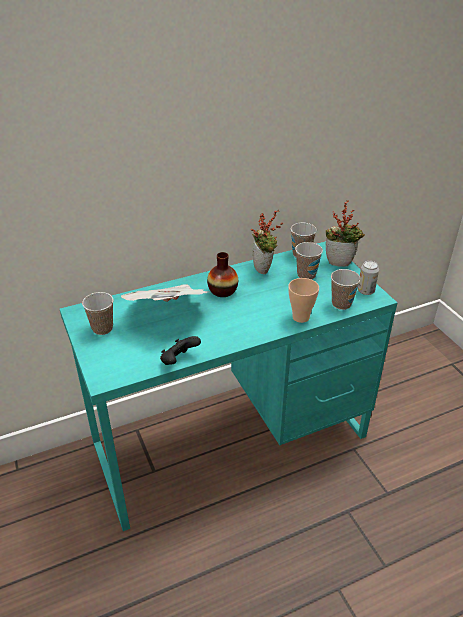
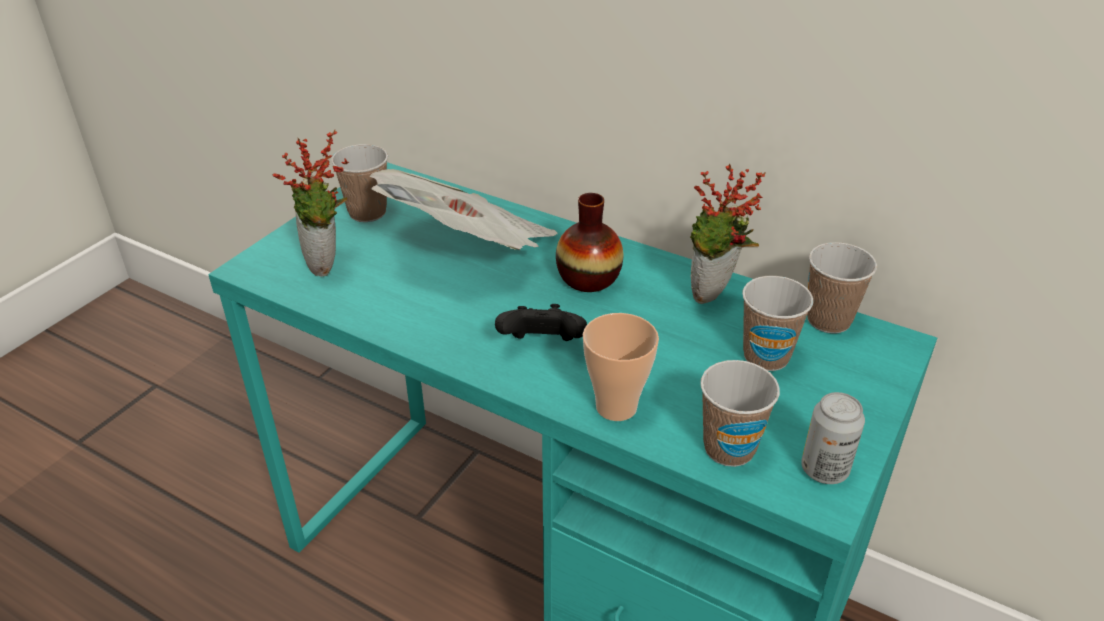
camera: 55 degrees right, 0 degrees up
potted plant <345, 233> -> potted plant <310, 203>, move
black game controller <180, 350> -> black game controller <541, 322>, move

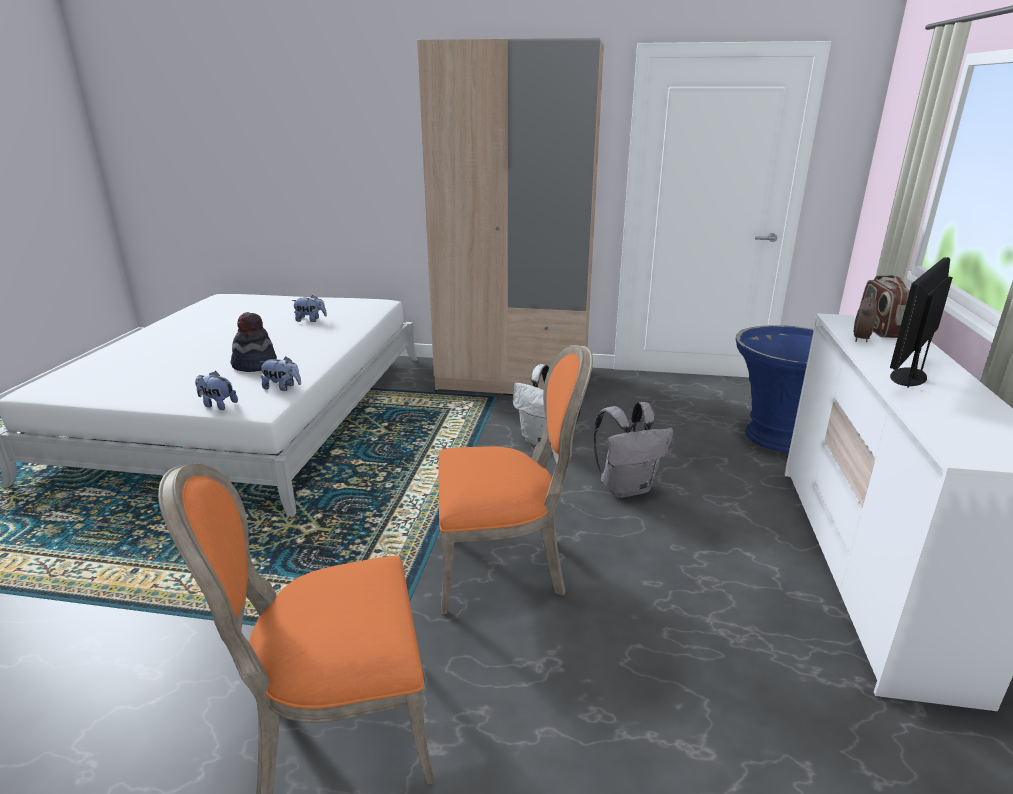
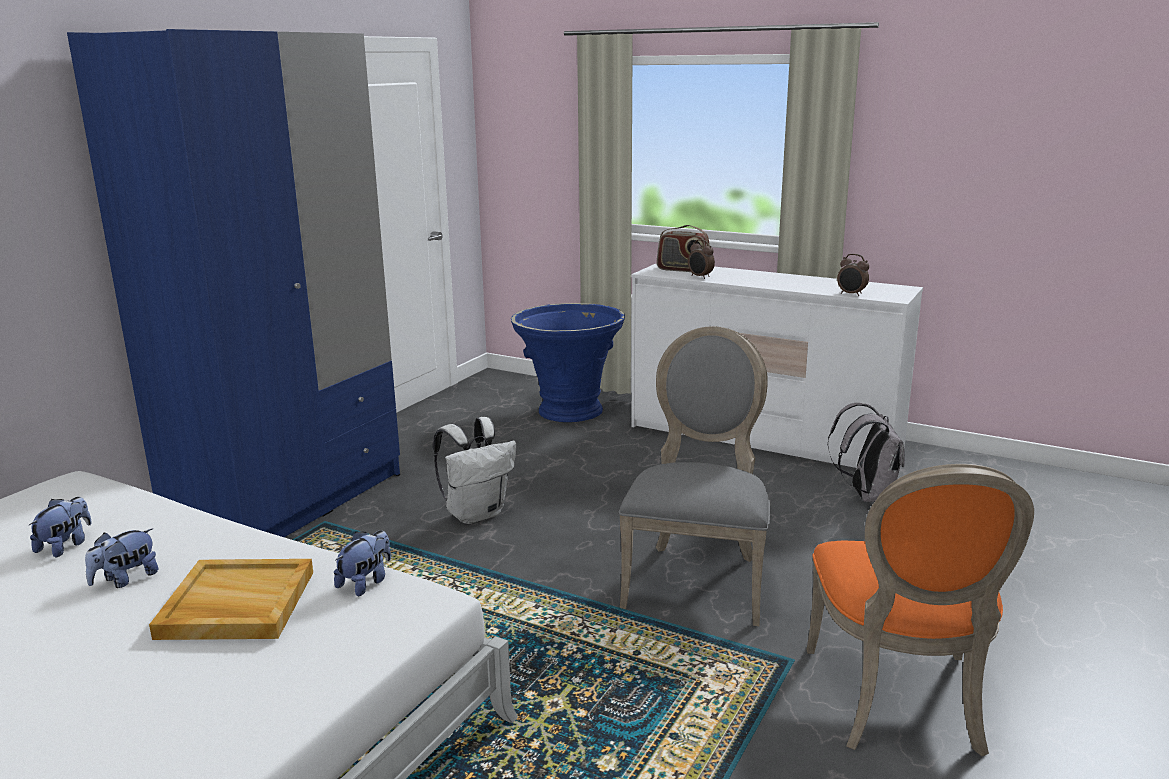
camera: 70 degrees left, 5 degrees down
beige wardrobe <510, 216> -> blue wardrobe <233, 283>
monitor <921, 322> -> none
hat <254, 342> -> beige tray <231, 599>
orange chair <515, 479> -> grey chair <694, 476>
plush toy <216, 390> -> plush toy <121, 558>, move
grey backpack <633, 450> -> grey backpack <866, 452>, move
none -> alarm clock <853, 275>

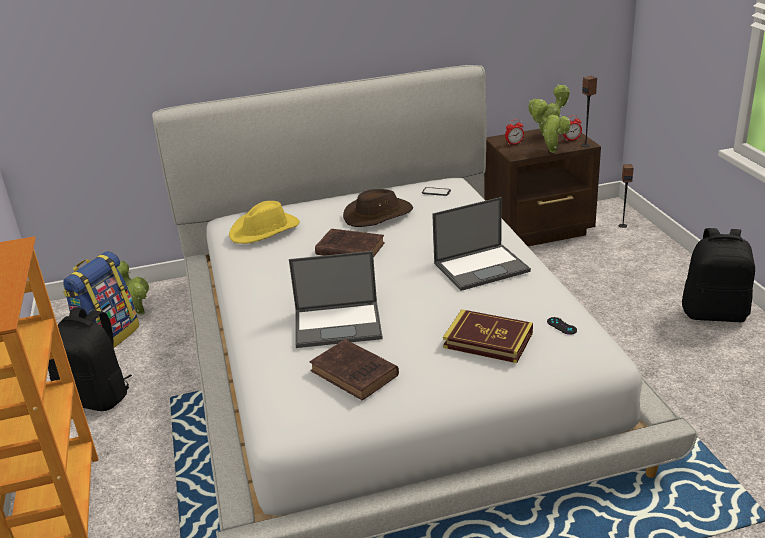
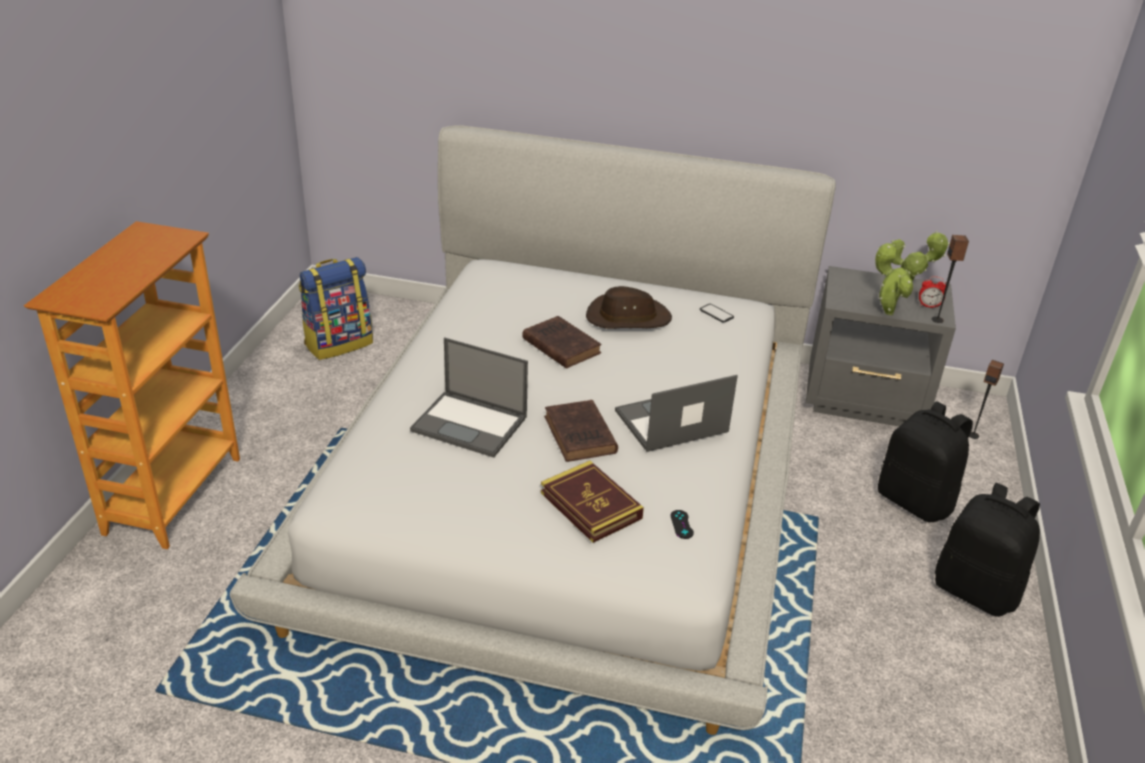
camera: 25 degrees right, 5 degrees up
alarm clock <514, 132> -> none
brown nightstand <542, 187> -> grey nightstand <881, 346>
laptop <481, 244> -> laptop <676, 413>, 150 degrees clockwise
yellow hat <264, 222> -> none
potted plant <133, 288> -> none
black backpack <90, 359> -> black backpack <925, 461>, move
brown book <354, 369> -> brown book <581, 431>, move

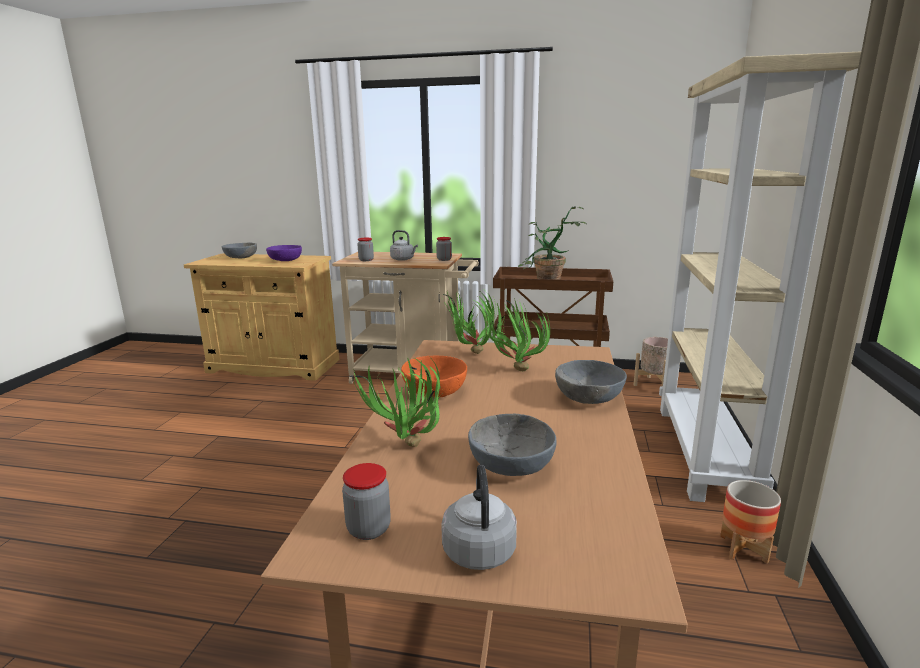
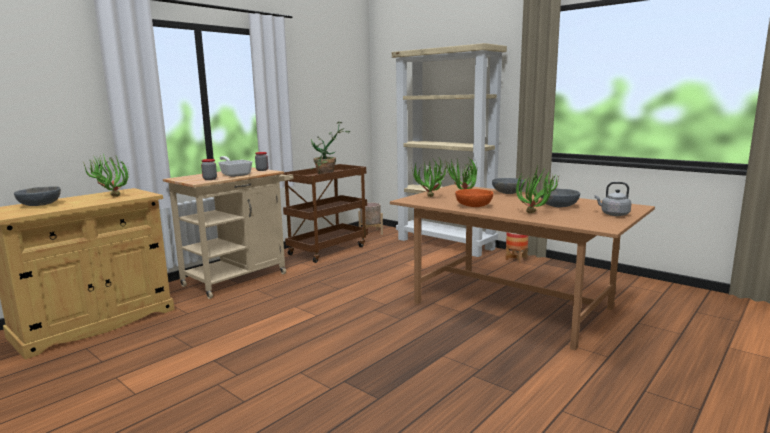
camera: 60 degrees left, 5 degrees down
grey kettle <404, 245> -> frying pan <235, 166>
purple bowl <284, 253> -> potted plant <106, 175>
jar <366, 501> -> none

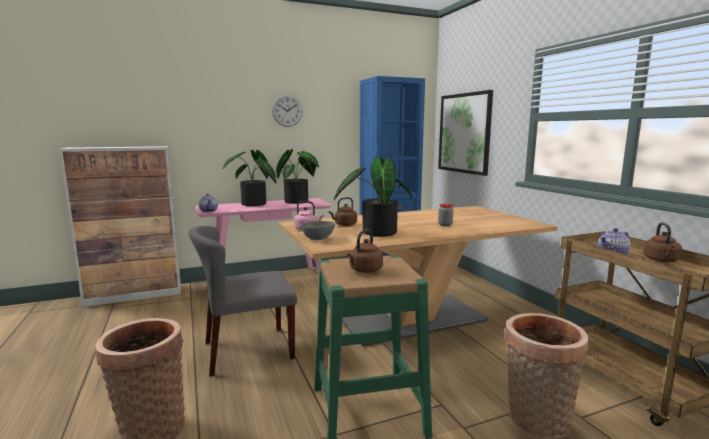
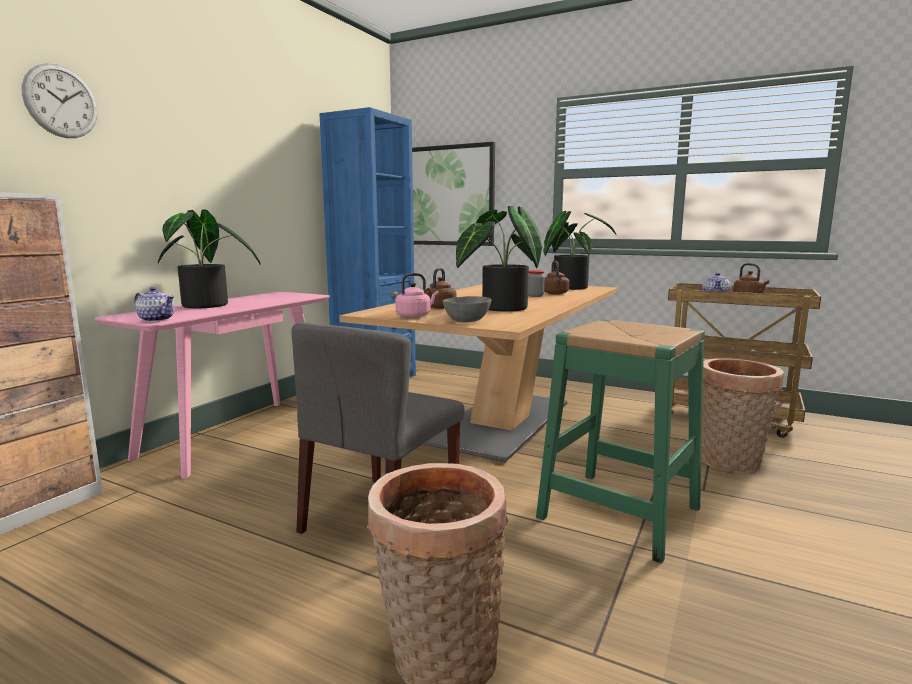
camera: 40 degrees left, 0 degrees up
wall clock <287, 111> -> wall clock <60, 100>, move
potted plant <297, 176> -> potted plant <580, 250>, move
brown kettle <365, 251> -> brown kettle <556, 278>, move

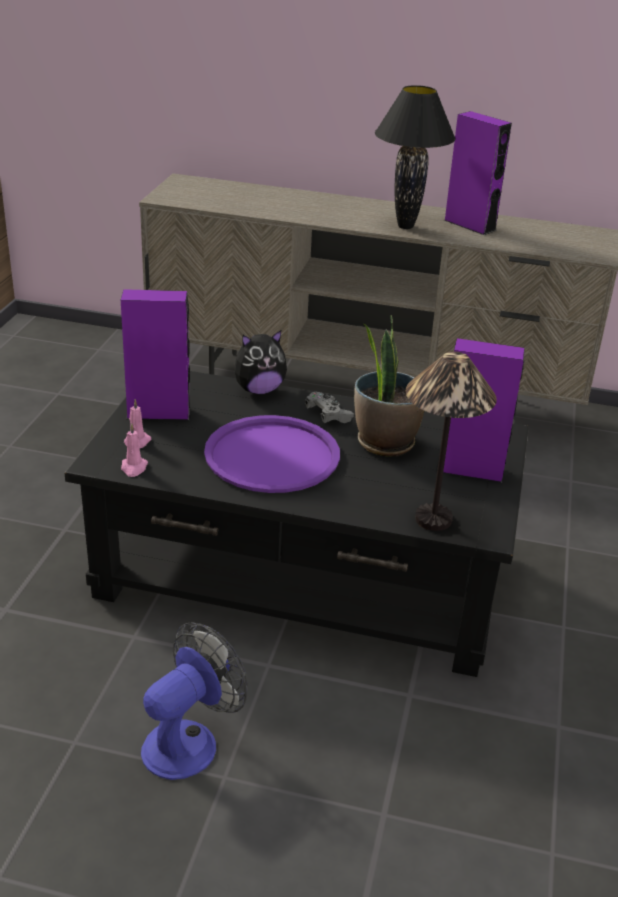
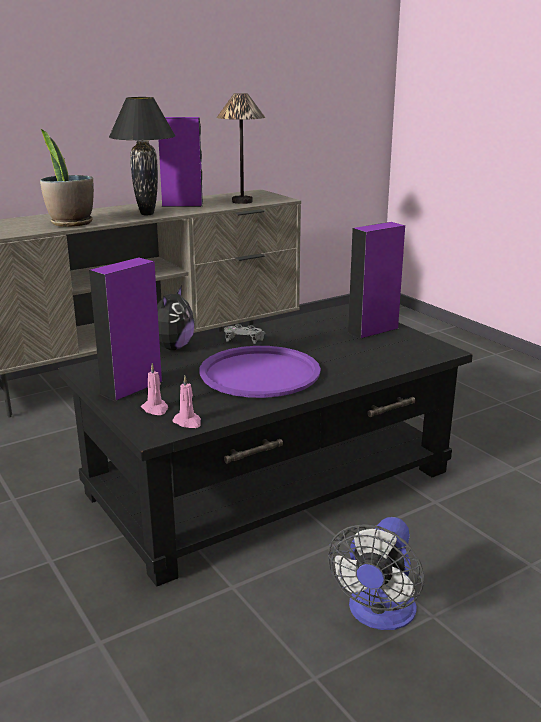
camera: 45 degrees left, 10 degrees down
potted plant <389, 386> -> potted plant <67, 178>, move
table lamp <451, 441> -> table lamp <241, 148>, move
fan <194, 701> -> fan <376, 573>, 150 degrees counterclockwise

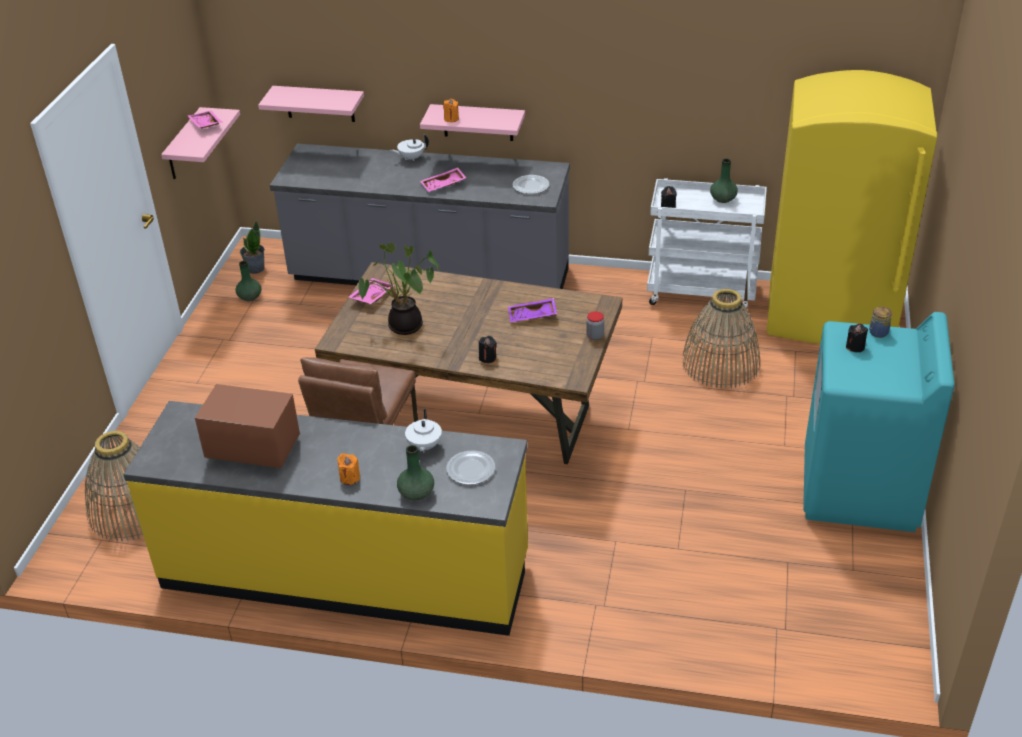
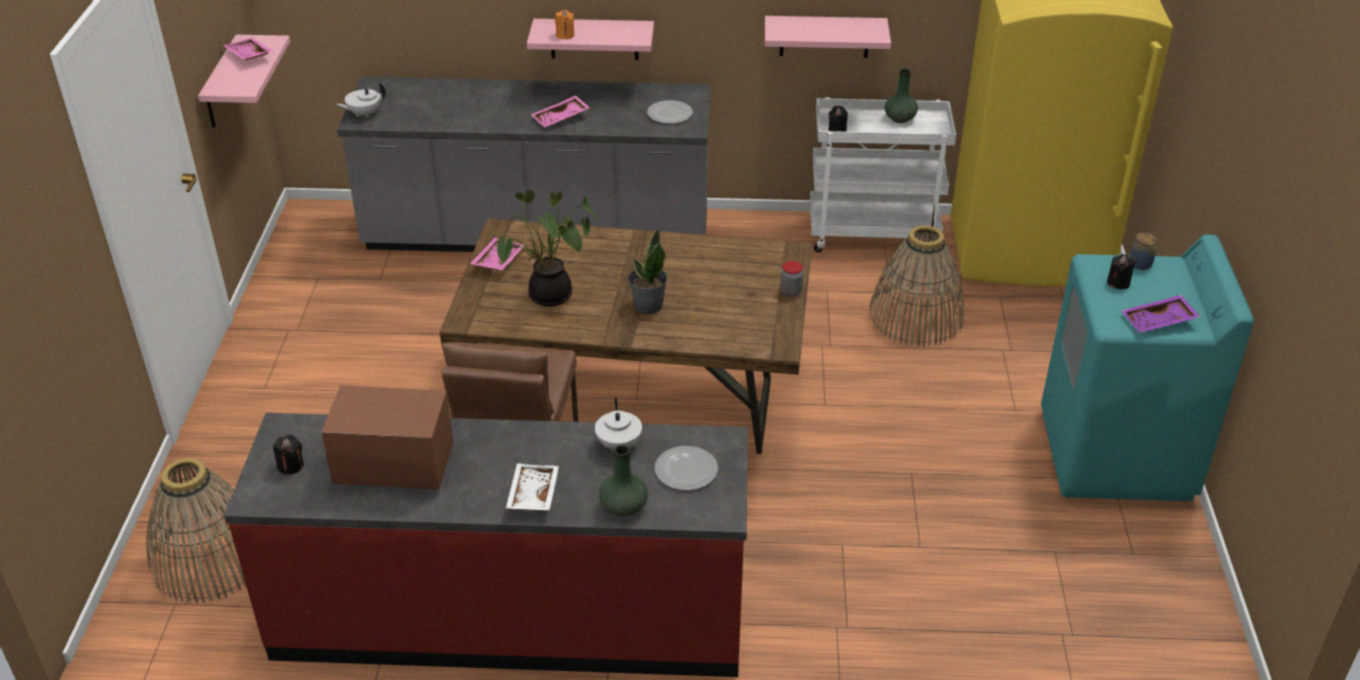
camera: 10 degrees left, 0 degrees up
pink shelf <311, 104> -> pink shelf <828, 37>, move
white teapot <410, 147> -> white teapot <361, 100>, move
potted plant <252, 247> -> potted plant <647, 271>, move
green vase <248, 281> -> none
purple tray <532, 310> -> purple tray <1160, 314>, move
black candle <488, 349> -> black candle <288, 454>, move
yellow counter <325, 518> -> red counter <486, 545>
orange candle <348, 469> -> white tray <532, 487>

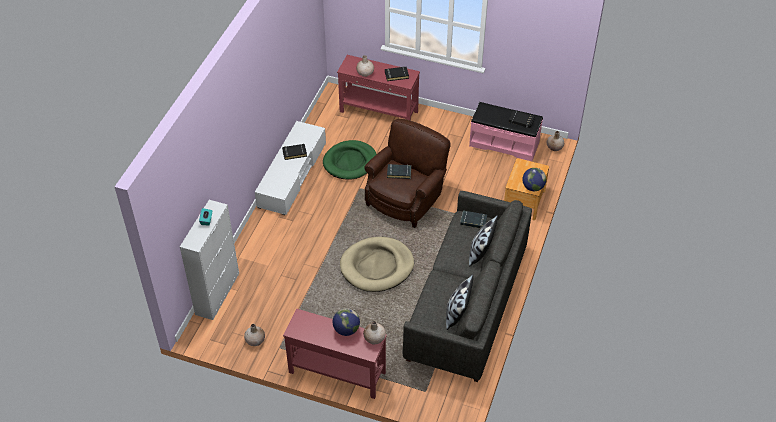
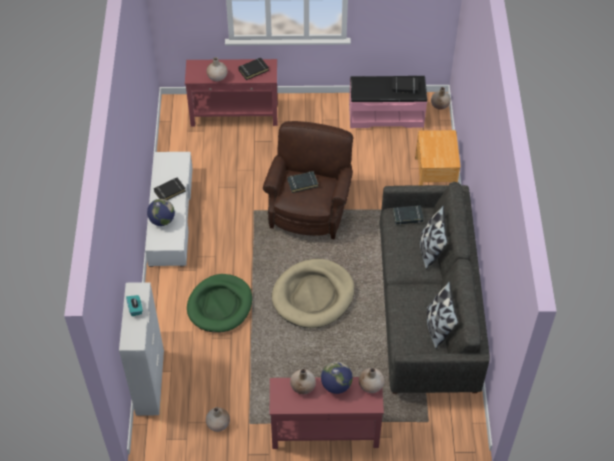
camera: 20 degrees left, 5 degrees up
green dog bed <349, 160> -> green dog bed <219, 303>, move
globe <534, 179> -> globe <161, 212>, move
none -> beige vase <303, 381>

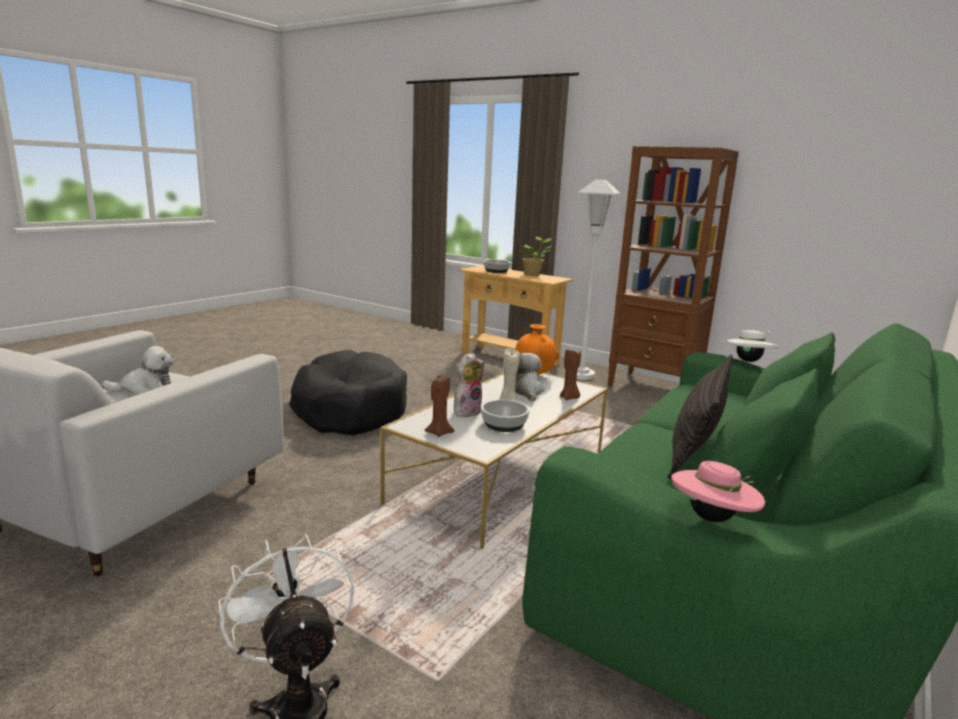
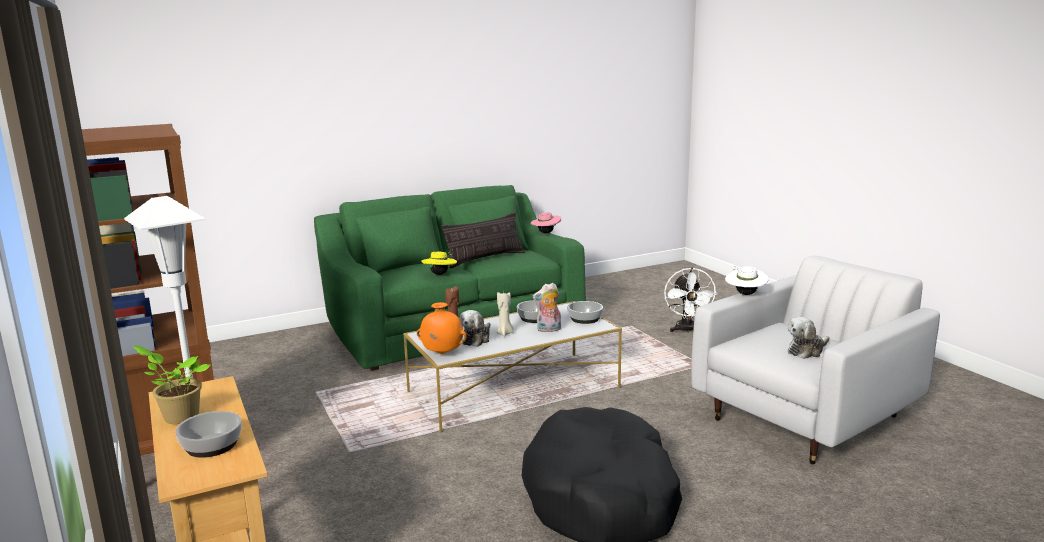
camera: 150 degrees left, 0 degrees up
white hat <752, 346> -> white hat <746, 280>, move
plush toy <138, 370> -> plush toy <808, 338>, 45 degrees counterclockwise
brown candle <439, 406> -> bowl <585, 312>
none -> yellow hat <439, 263>

